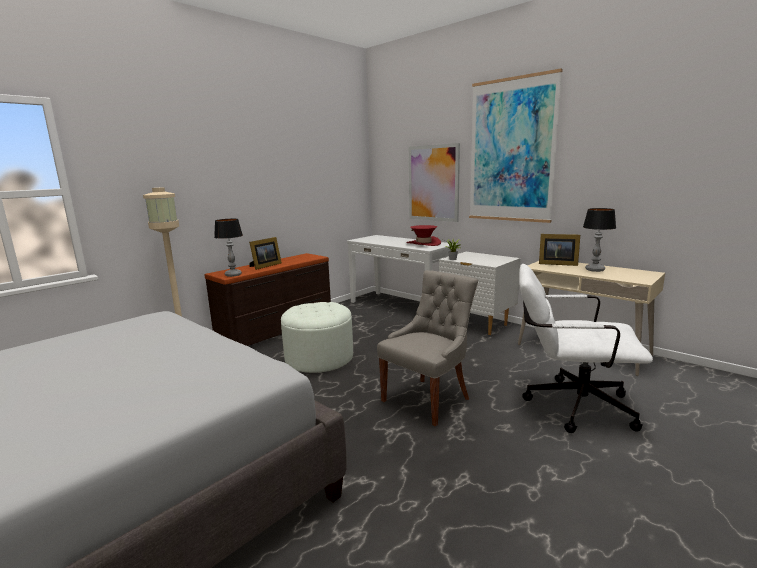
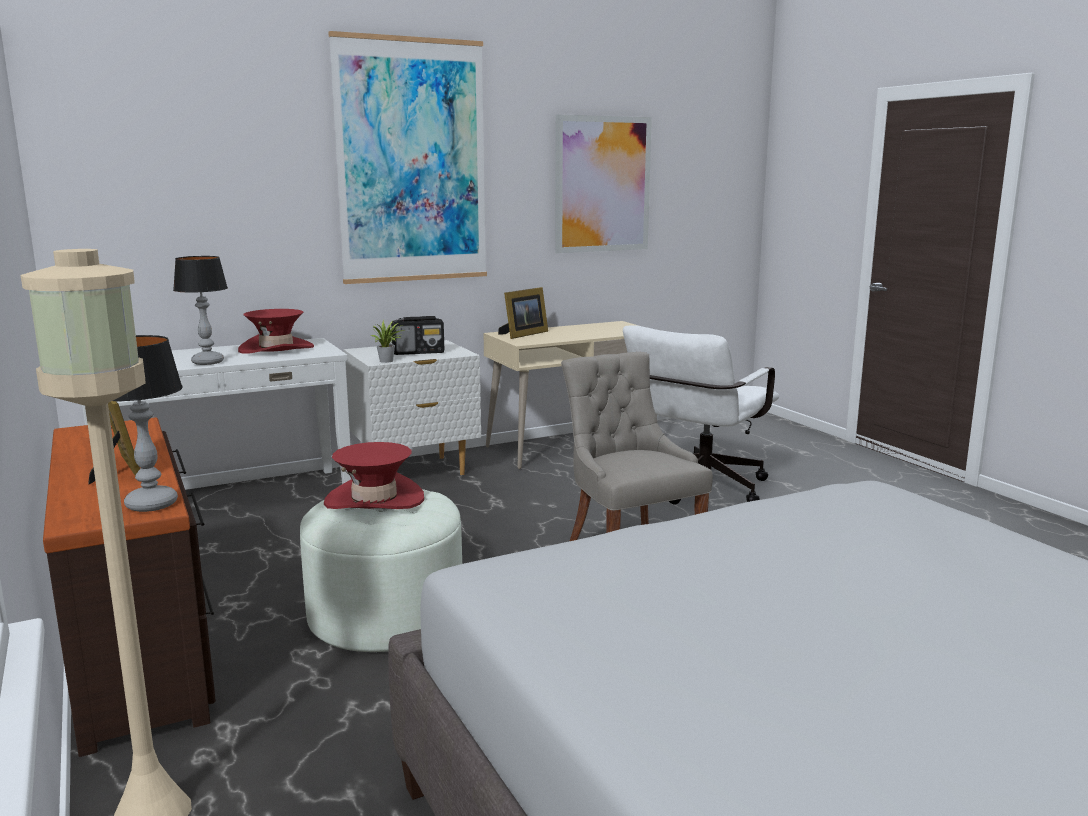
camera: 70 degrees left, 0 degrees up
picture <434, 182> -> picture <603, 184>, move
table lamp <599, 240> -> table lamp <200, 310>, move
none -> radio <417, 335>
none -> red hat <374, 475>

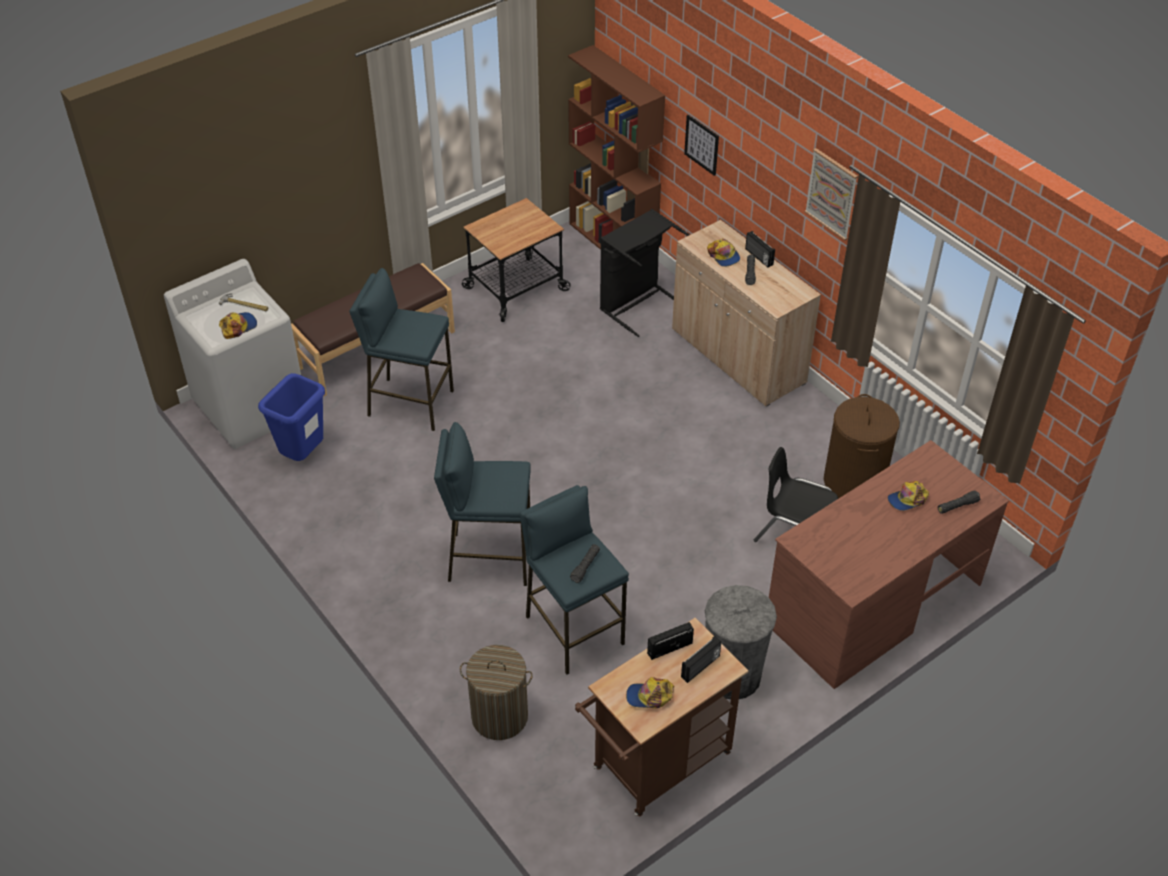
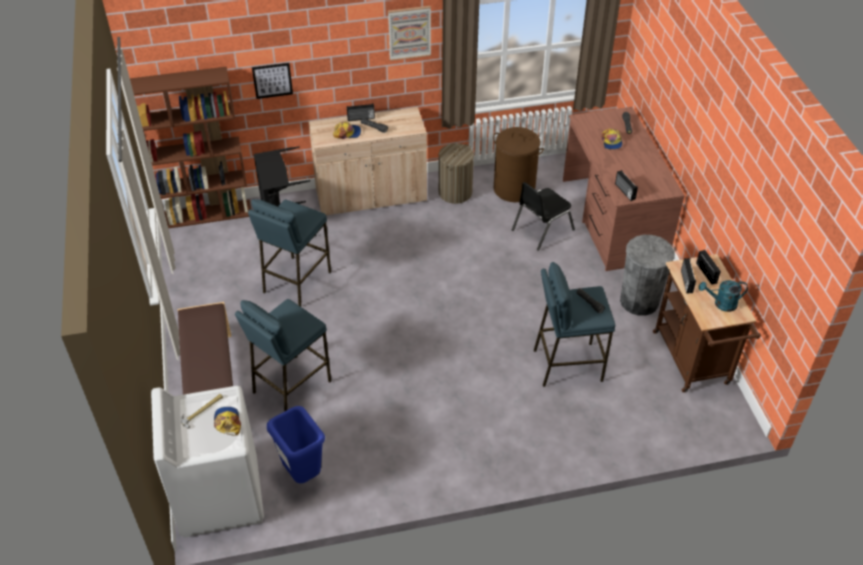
camera: 65 degrees left, 0 degrees up
cart <516, 260> -> none
blue stool <482, 504> -> blue stool <289, 253>, move
laundry basket <496, 692> -> laundry basket <456, 173>, move
cap <650, 692> -> turquoise watering can <723, 296>
none -> radio <626, 185>

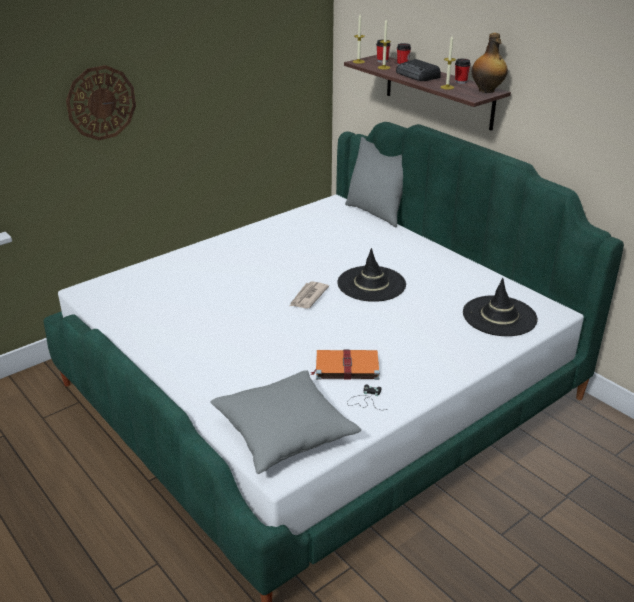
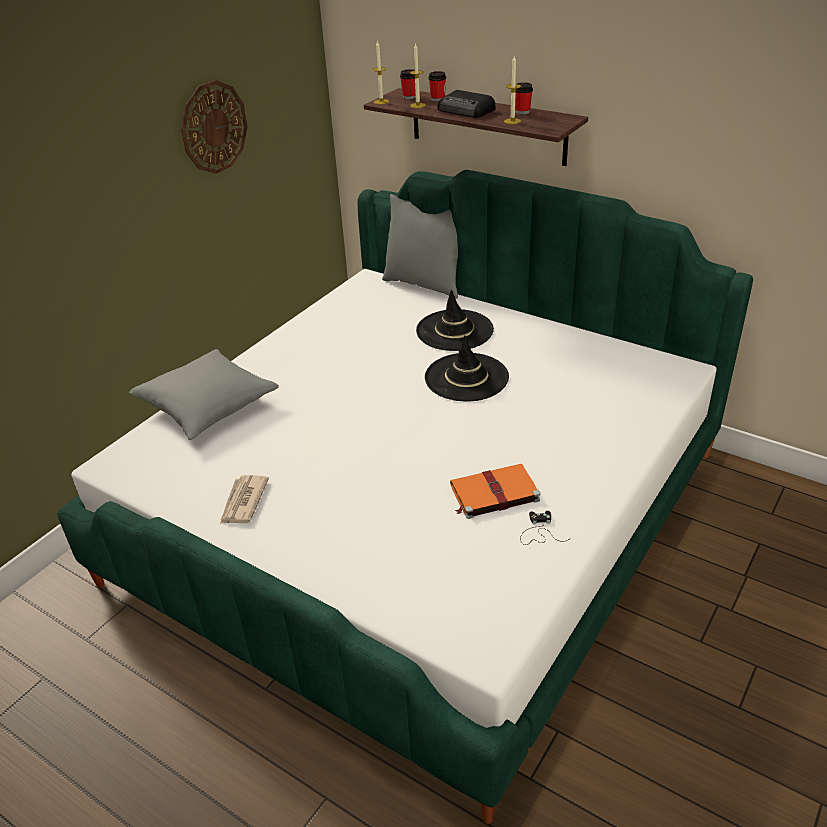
camera: 15 degrees left, 5 degrees up
bottle <490, 63> -> none
wall clock <101, 102> -> wall clock <214, 127>, move
black hat <500, 307> -> black hat <455, 320>, move
newspaper <309, 295> -> newspaper <244, 499>, move
grey pillow <285, 422> -> grey pillow <204, 394>, move

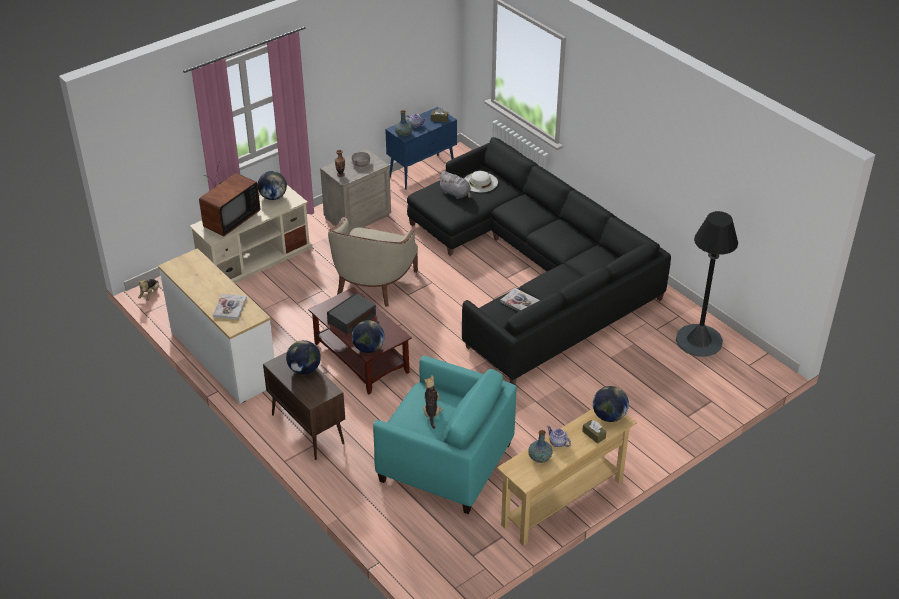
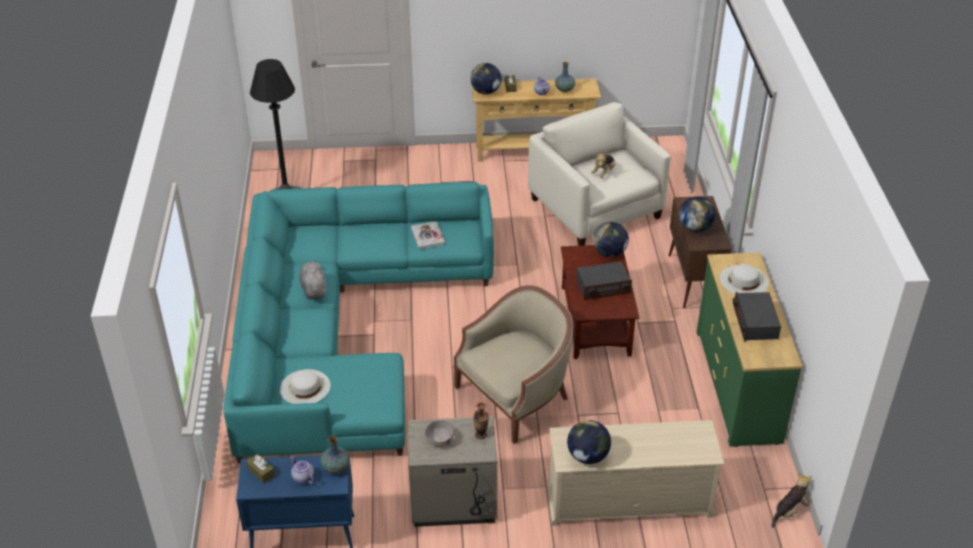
camera: 145 degrees left, 0 degrees up
black sofa <539, 261> -> turquoise sofa <358, 323>
television <229, 198> -> none
grey plush toy <454, 185> -> grey plush toy <312, 279>, move
white dresser <216, 326> -> green dresser <750, 349>
book <230, 307> -> white hat <744, 279>
turquoise armchair <444, 435> -> beige armchair <599, 174>
none -> radio <757, 317>

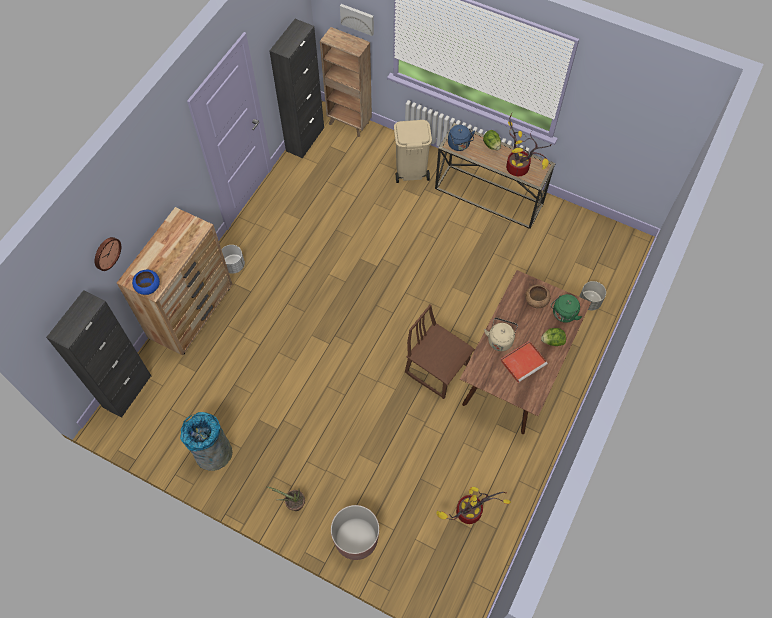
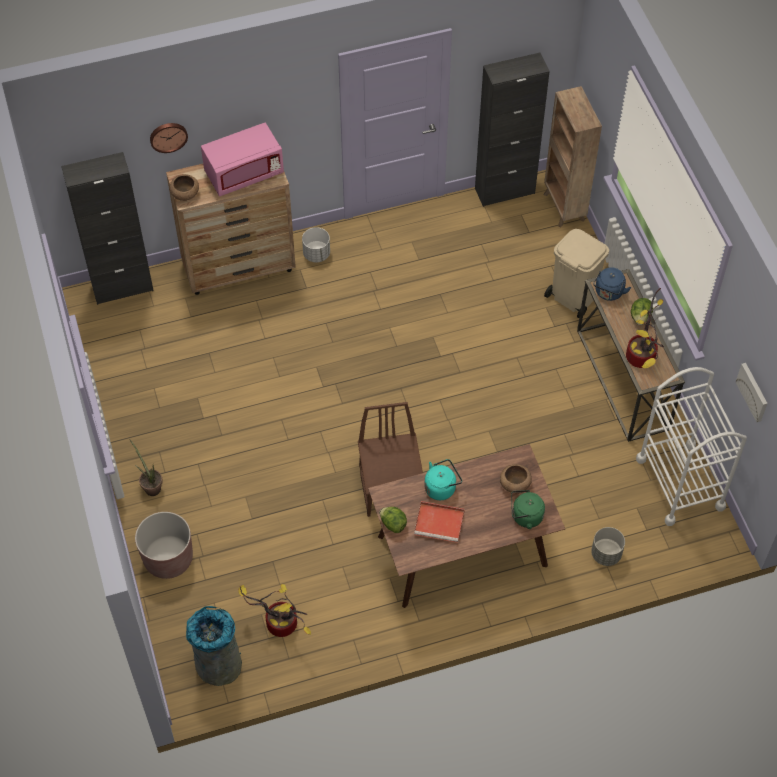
camera: 45 degrees right, 5 degrees down
picture <357, 20> -> picture <752, 392>, move
blue bowl <146, 282> -> brown bowl <184, 187>
beige kettle <501, 334> -> turquoise kettle <443, 479>
lettuce <553, 337> -> lettuce <393, 520>, move
grey trash can <206, 441> -> grey trash can <214, 646>, move
none -> pink microwave <242, 159>
none -> white cart <691, 446>

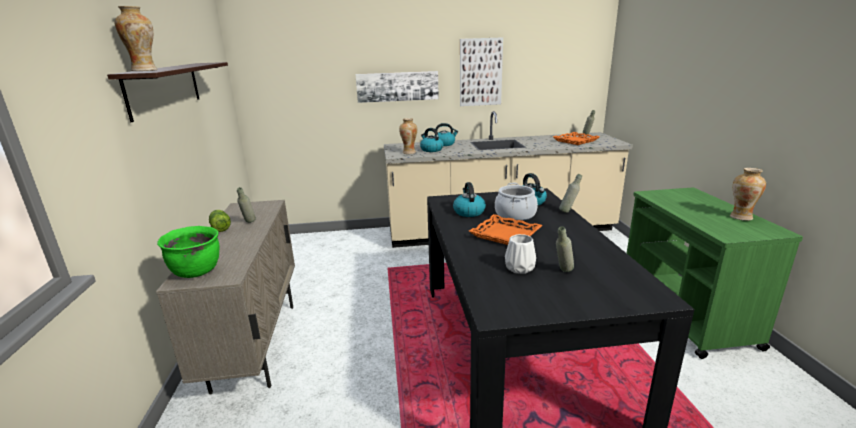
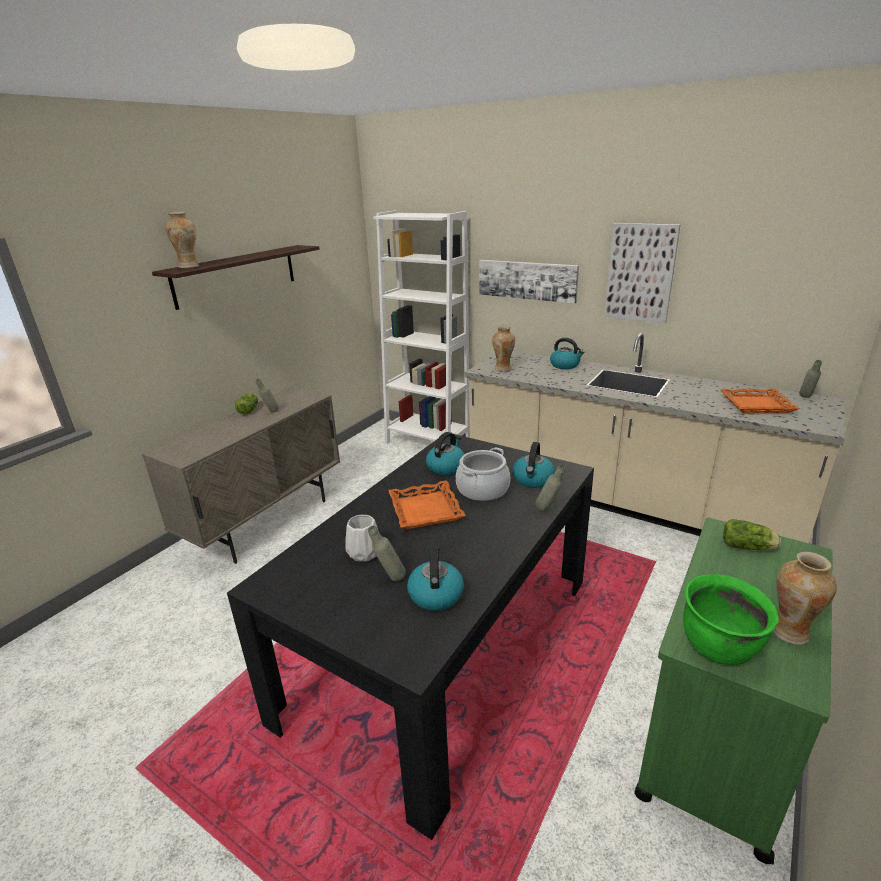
camera: 40 degrees right, 5 degrees up
kettle <431, 140> -> kettle <435, 579>, move
green cooking pot <188, 252> -> green cooking pot <731, 619>, move
none -> white bookcase <421, 327>
none -> lettuce <752, 534>

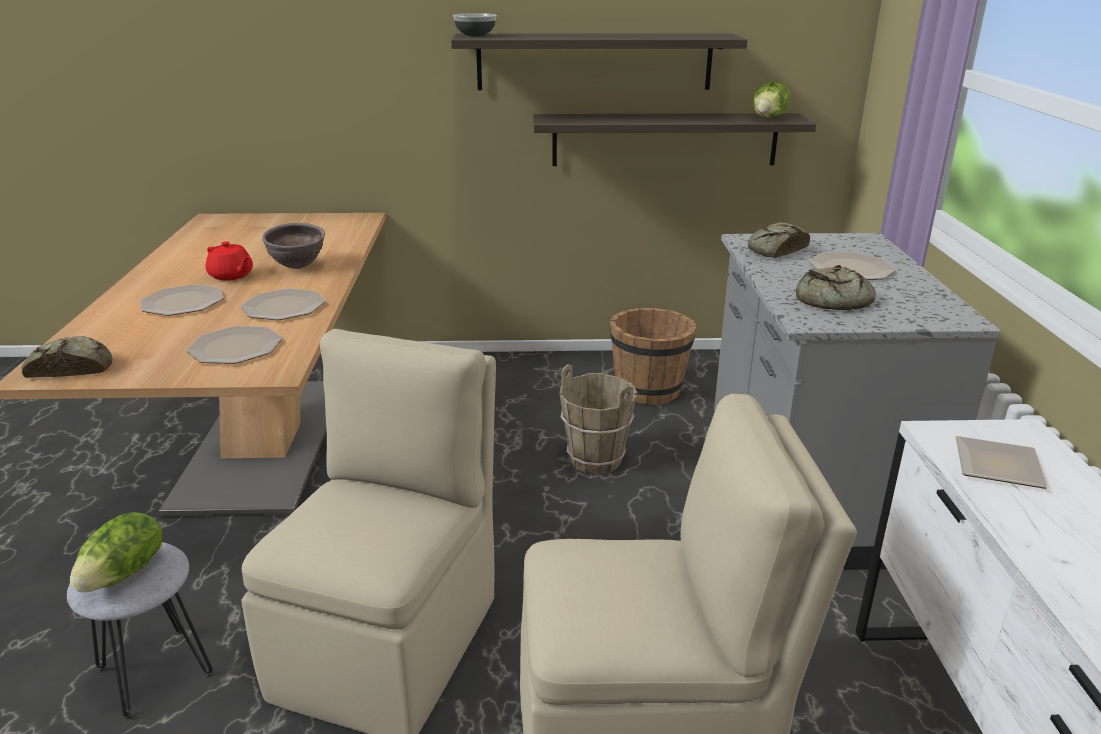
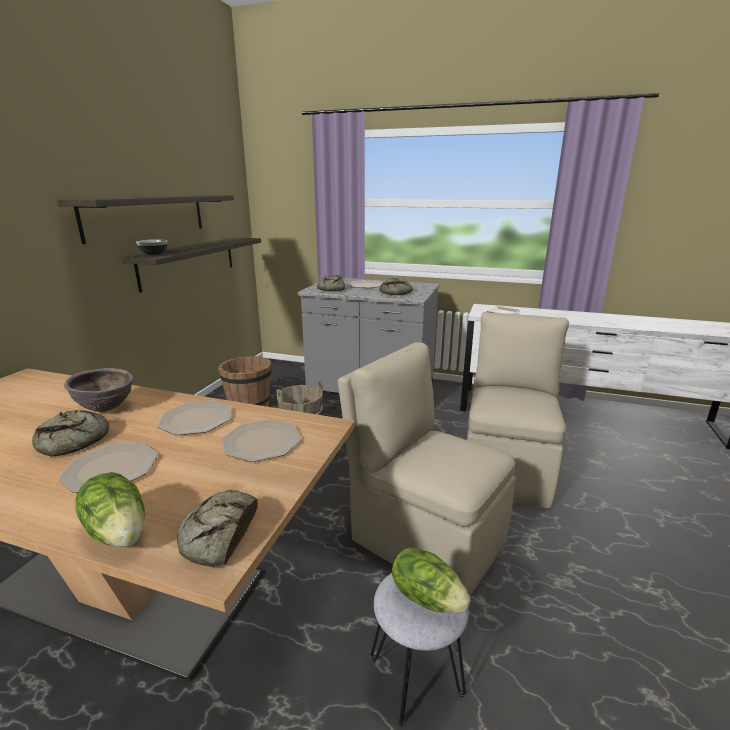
camera: 70 degrees left, 5 degrees down
bowl <475, 24> -> bowl <151, 247>, move
lettuce <771, 99> -> lettuce <110, 509>, move
red teapot <229, 261> -> bread <70, 433>

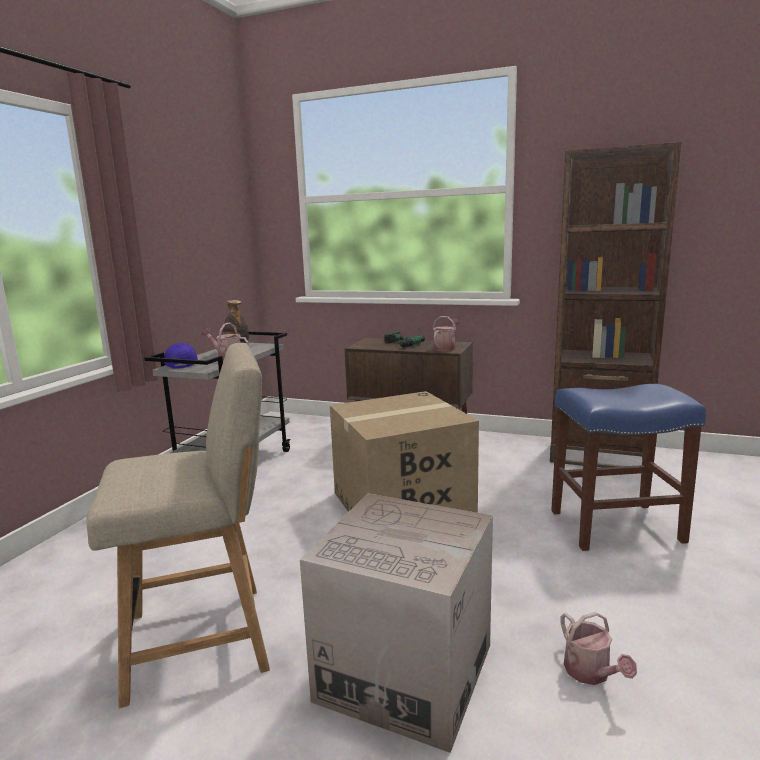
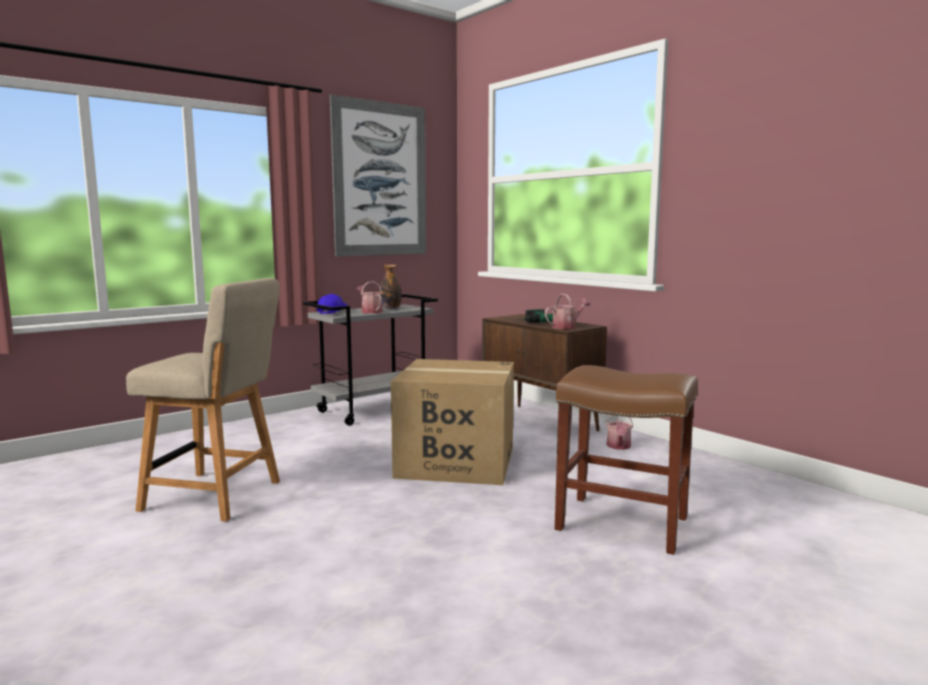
camera: 30 degrees right, 5 degrees down
brown bookcase <615, 305> -> none
blue stool <628, 467> -> brown stool <626, 460>
cardboard box <396, 623> -> none
watering can <598, 648> -> watering can <619, 432>, move
none -> picture <378, 175>

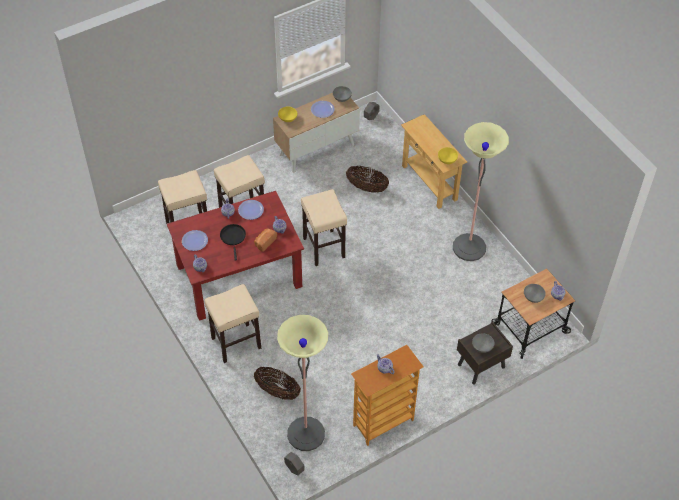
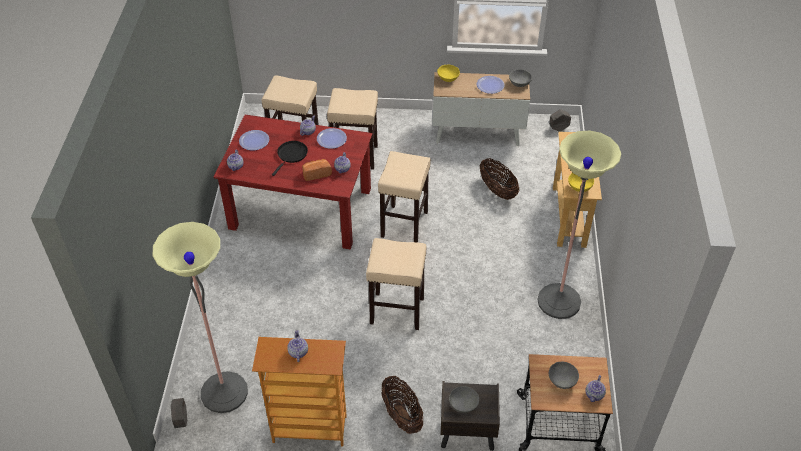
camera: 35 degrees right, 5 degrees down
beige stool <232, 323> -> beige stool <396, 284>, move
basket <277, 383> -> basket <402, 405>, move

